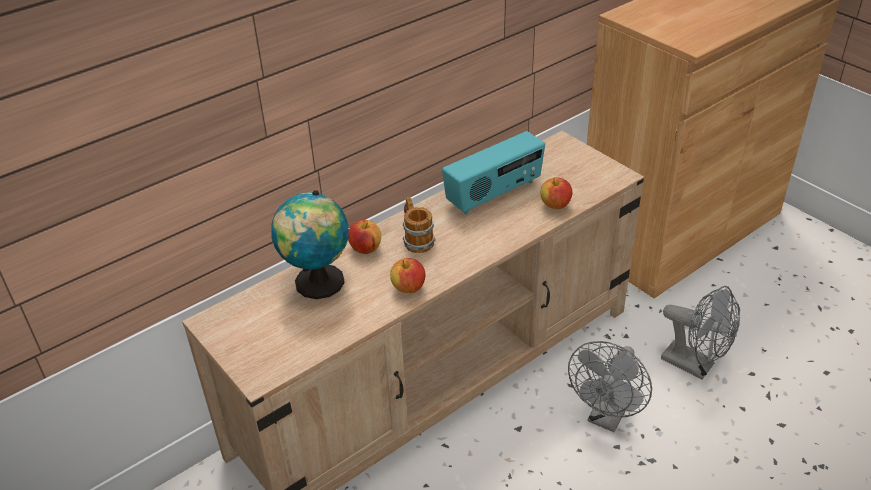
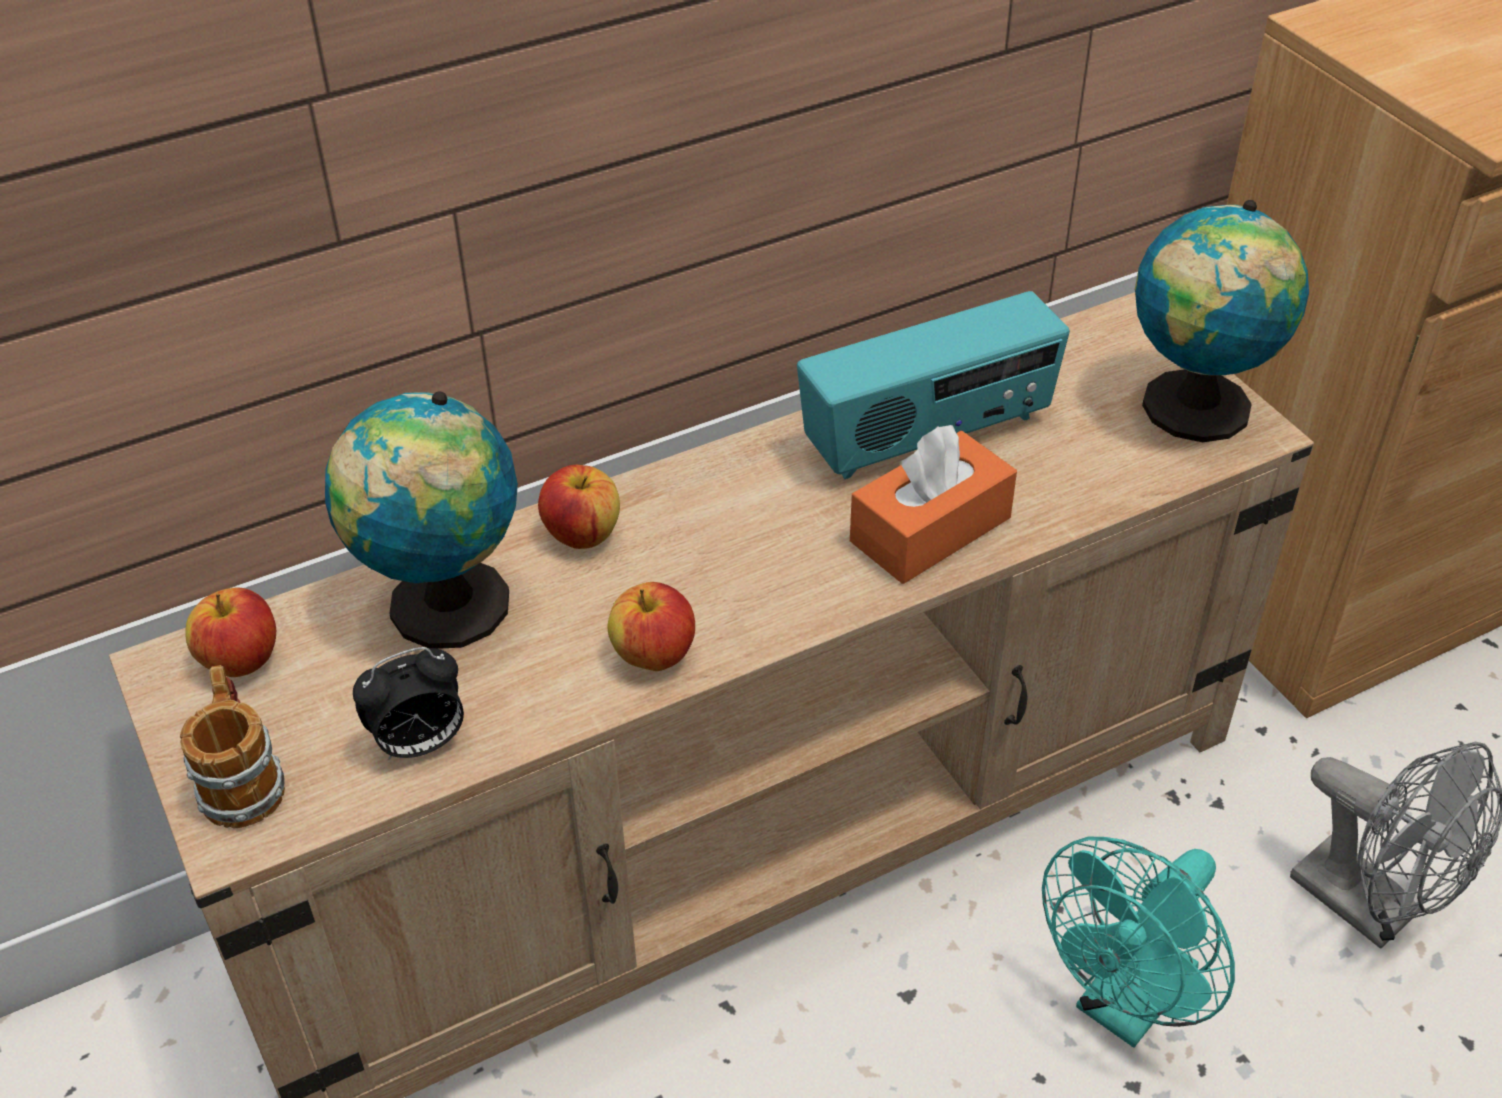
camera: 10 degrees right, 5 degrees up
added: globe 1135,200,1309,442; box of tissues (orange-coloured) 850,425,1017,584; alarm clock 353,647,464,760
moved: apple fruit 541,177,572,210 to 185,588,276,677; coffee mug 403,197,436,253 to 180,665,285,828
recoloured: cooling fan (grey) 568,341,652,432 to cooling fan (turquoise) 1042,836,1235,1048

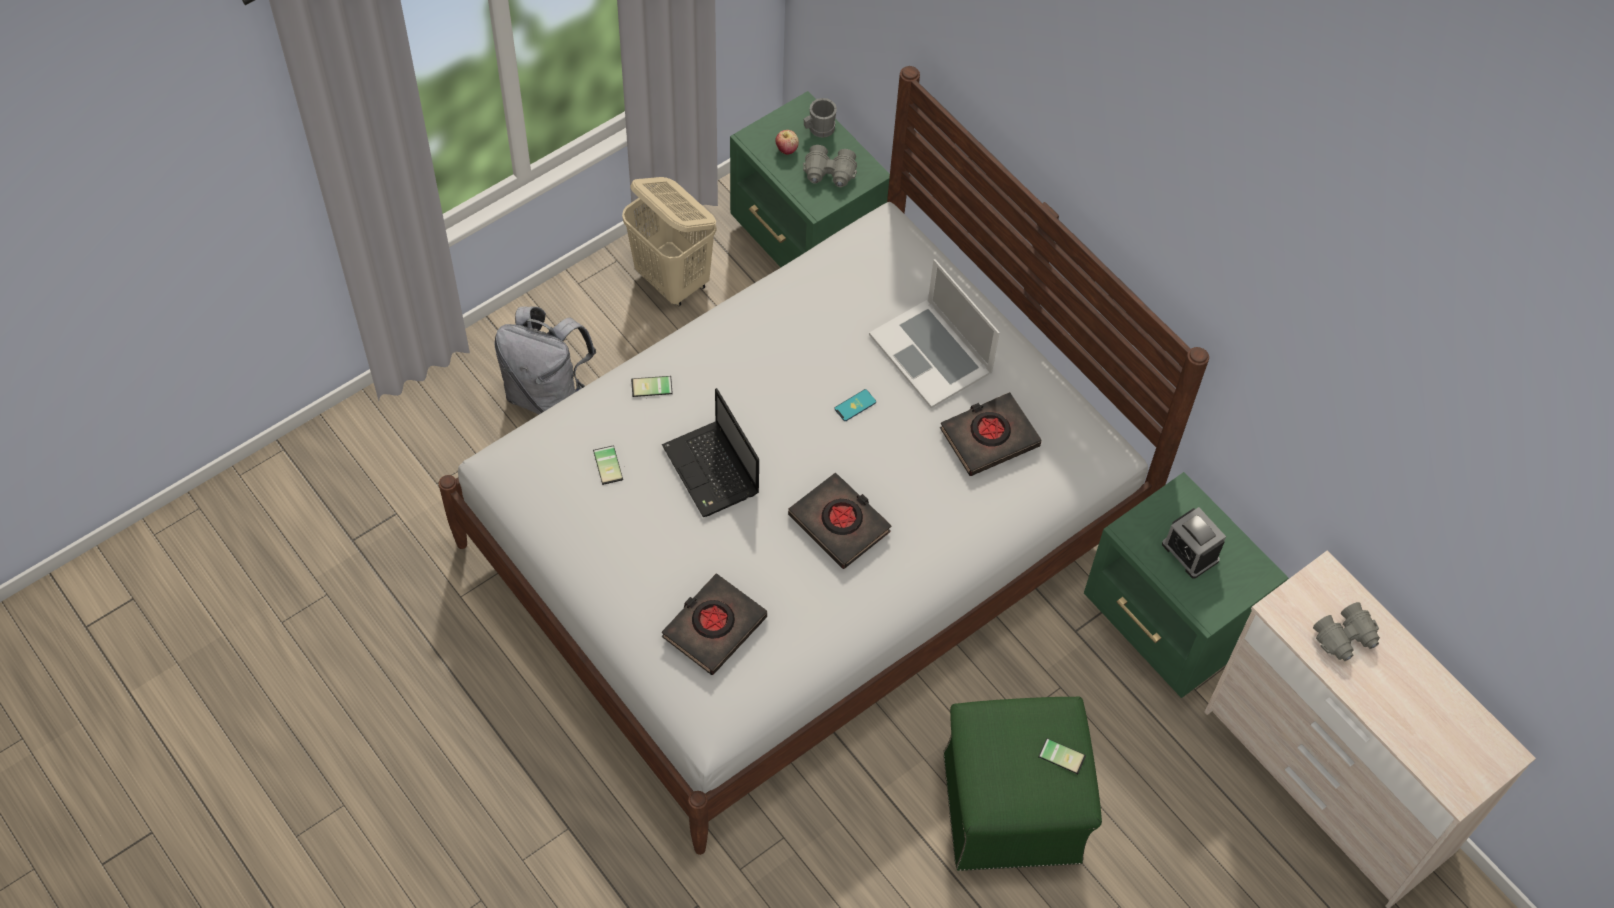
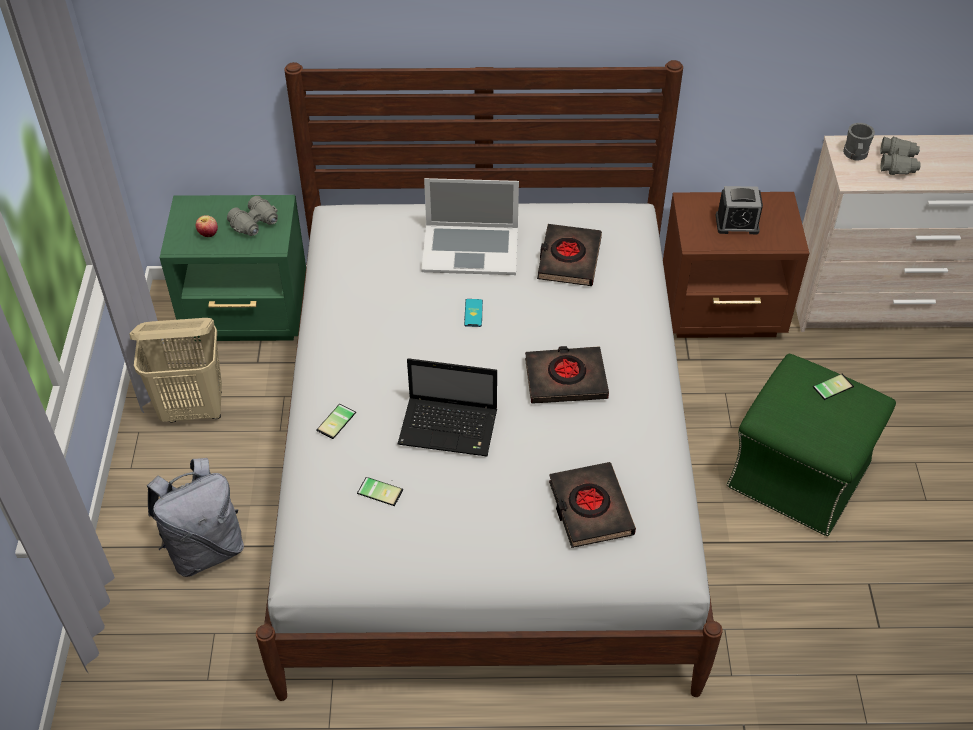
camera: 50 degrees left, 10 degrees down
moved: coffee mug (grey) 804,98,837,138 to 843,123,875,160
recoloured: night table (green) 1084,472,1288,698 to night table (brown-coloured) 663,192,809,338

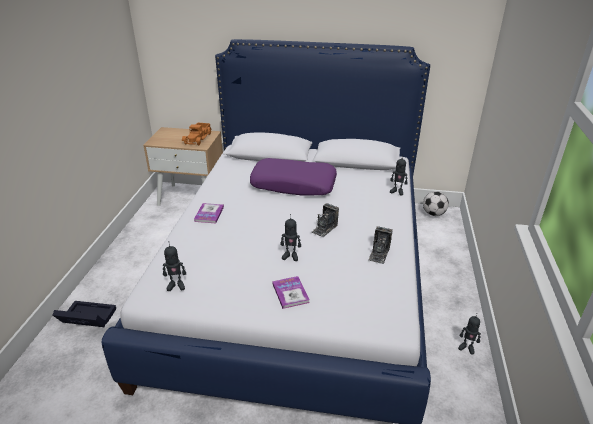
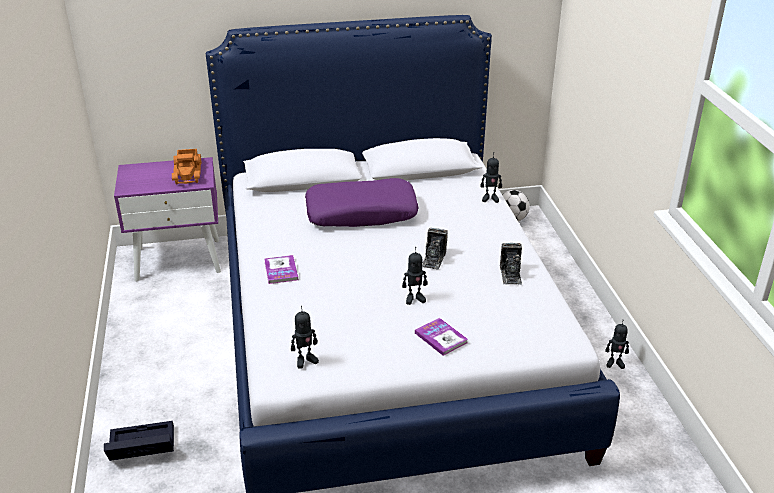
camera: 20 degrees left, 0 degrees up
recoloured: night table (beige-coloured) 143,127,223,206 to night table (purple) 114,157,221,281

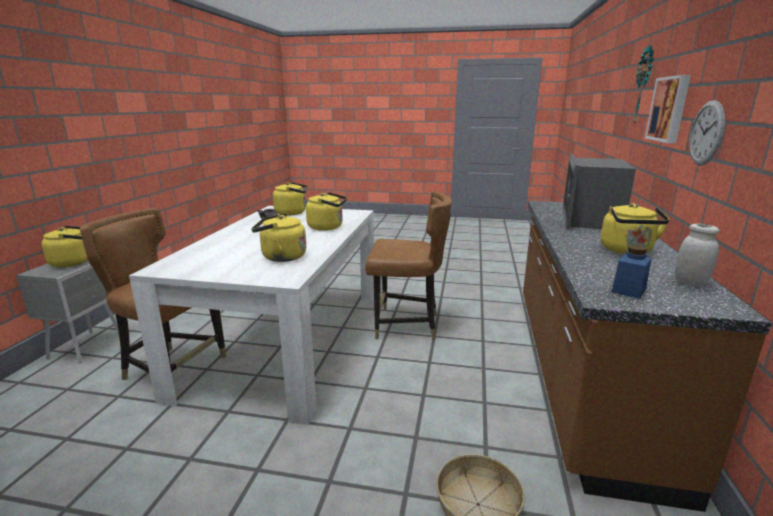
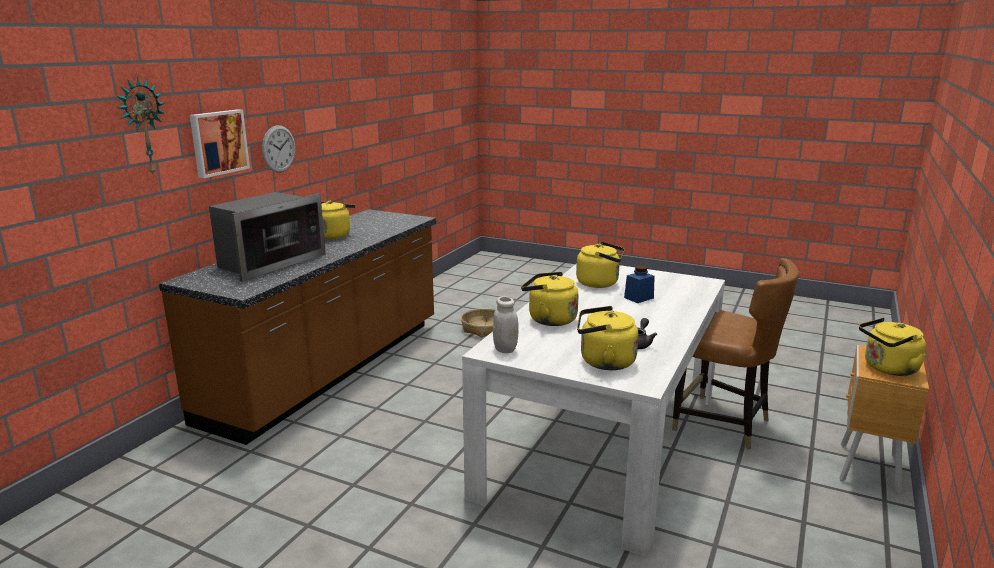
camera: 165 degrees left, 0 degrees up
removed: chair (brown-coloured) 365,191,452,339
moved: preserve jar (whitish) 675,224,719,287 to 493,296,519,353; preserve jar (blue-coloured) 612,245,652,299 to 624,265,655,303
recoloured: night table (grey) 16,260,119,363 to night table (brown-coloured) 839,345,929,495

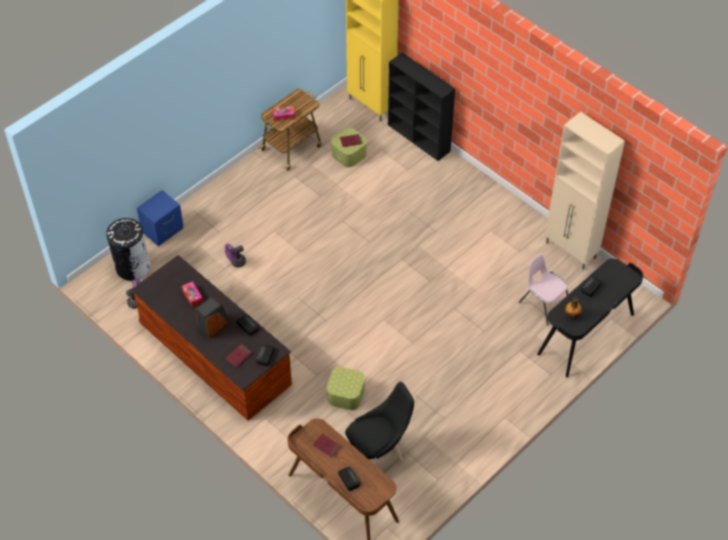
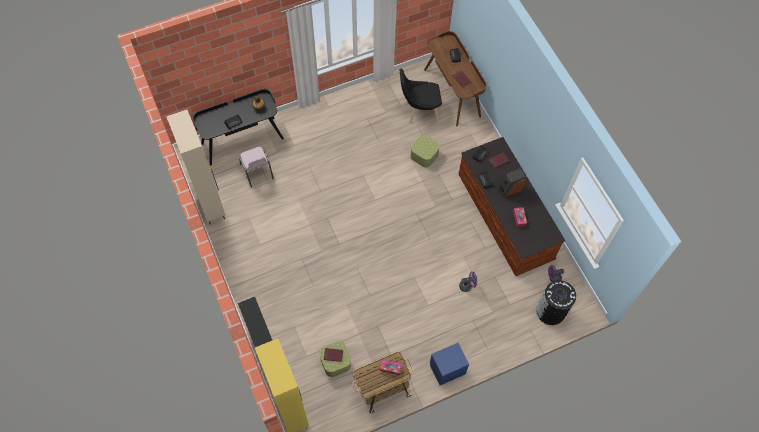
camera: 160 degrees left, 10 degrees up
moved: night table (blue-coloured) 137,190,183,246 to 430,343,469,385

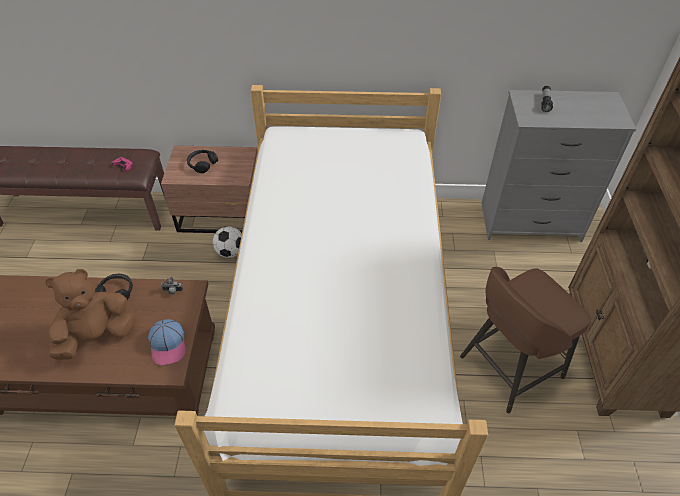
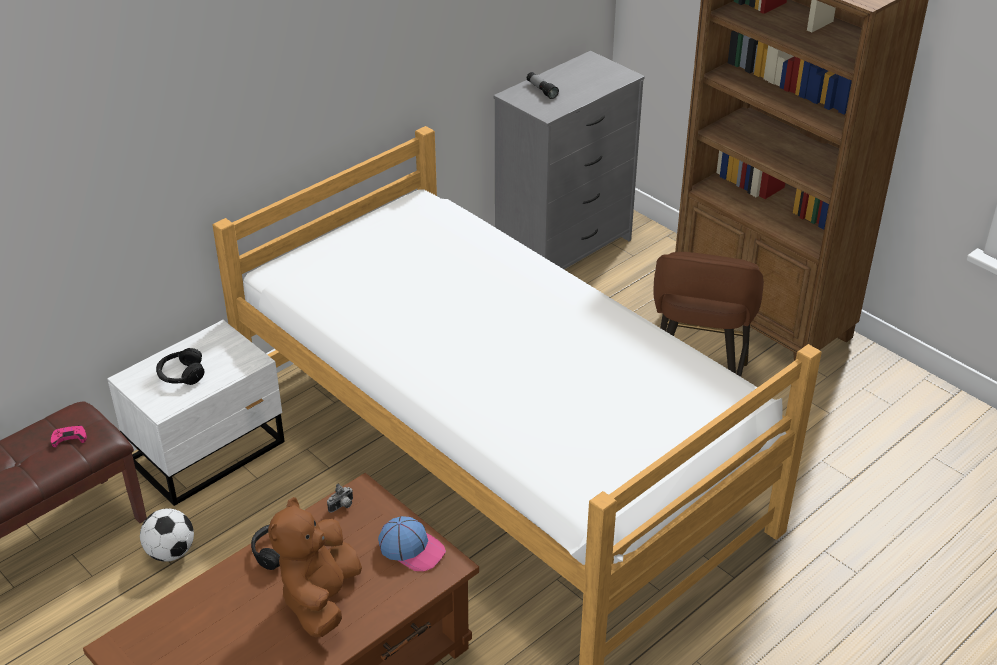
camera: 45 degrees left, 10 degrees down
moved: football 213,226,242,258 to 140,508,194,562
recoloured: night table (brown-coloured) 161,145,258,233 to night table (whitish) 107,320,285,506

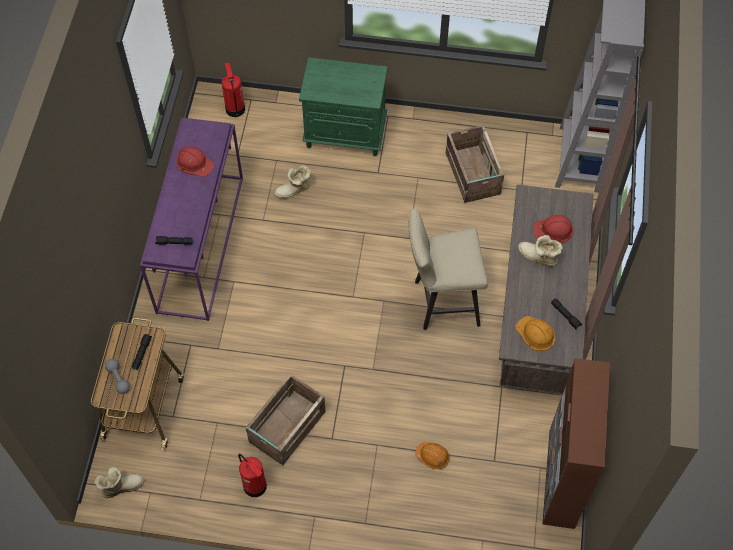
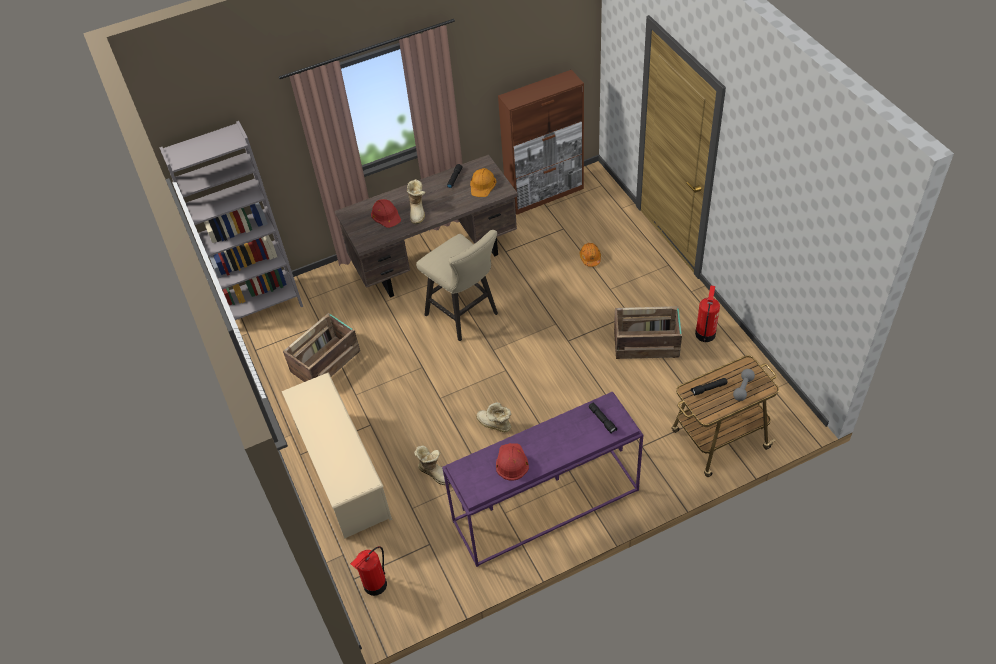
camera: 120 degrees left, 10 degrees down
moved: boot 94,467,144,498 to 476,402,512,432
replaced: night table (green) 299,57,388,156 to shoe rack (beige-coloured) 282,372,392,539

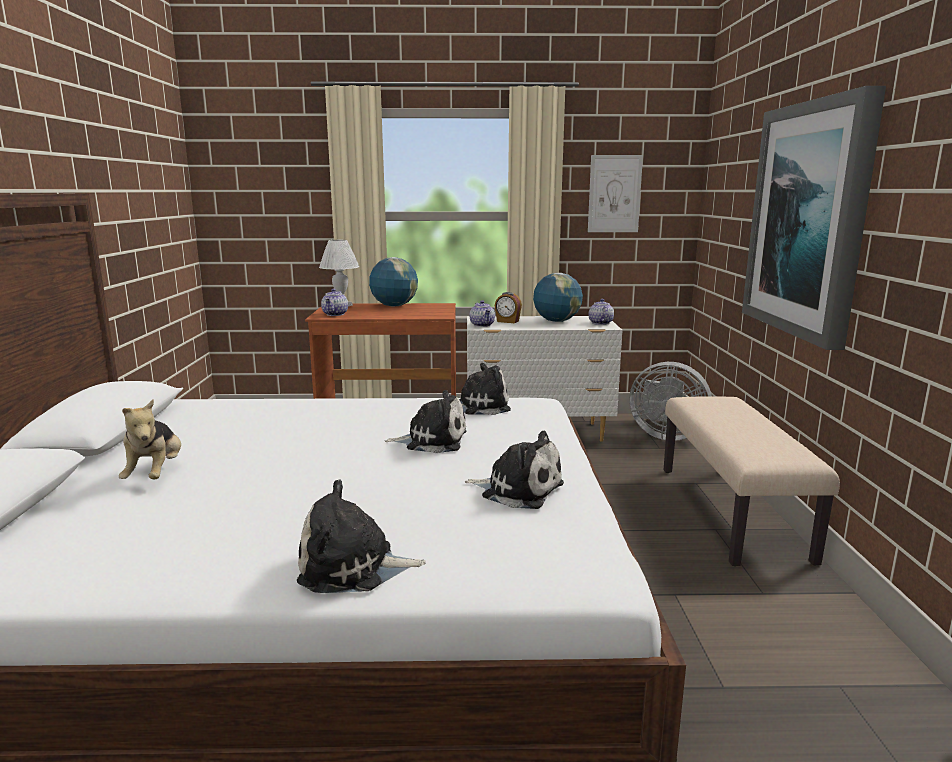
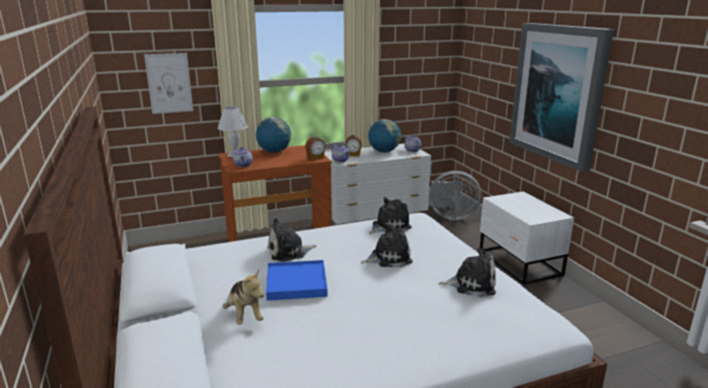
camera: 20 degrees left, 5 degrees up
added: alarm clock 305,137,326,161; carrying tray (blue-coloured) 266,260,328,301
moved: picture 588,155,643,232 to 144,53,193,114; plush toy 297,479,426,593 to 267,218,316,262
replaced: indoor bench (beige-coloured) 664,396,840,566 to night table (whitish) 480,191,574,285

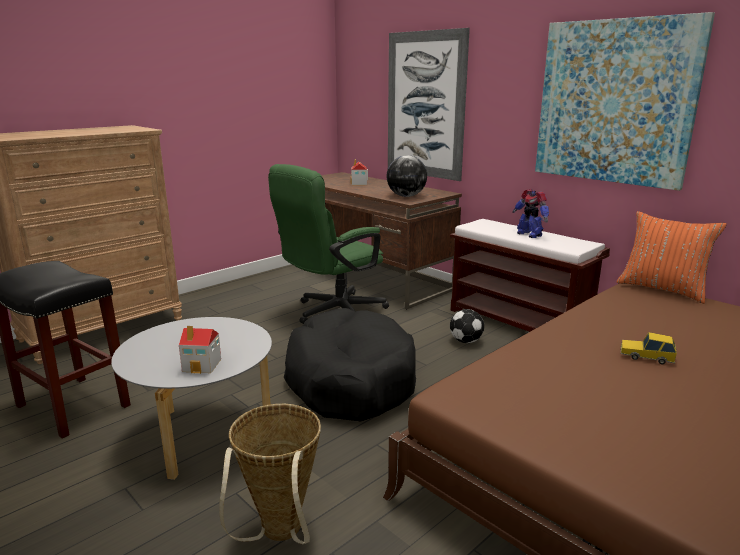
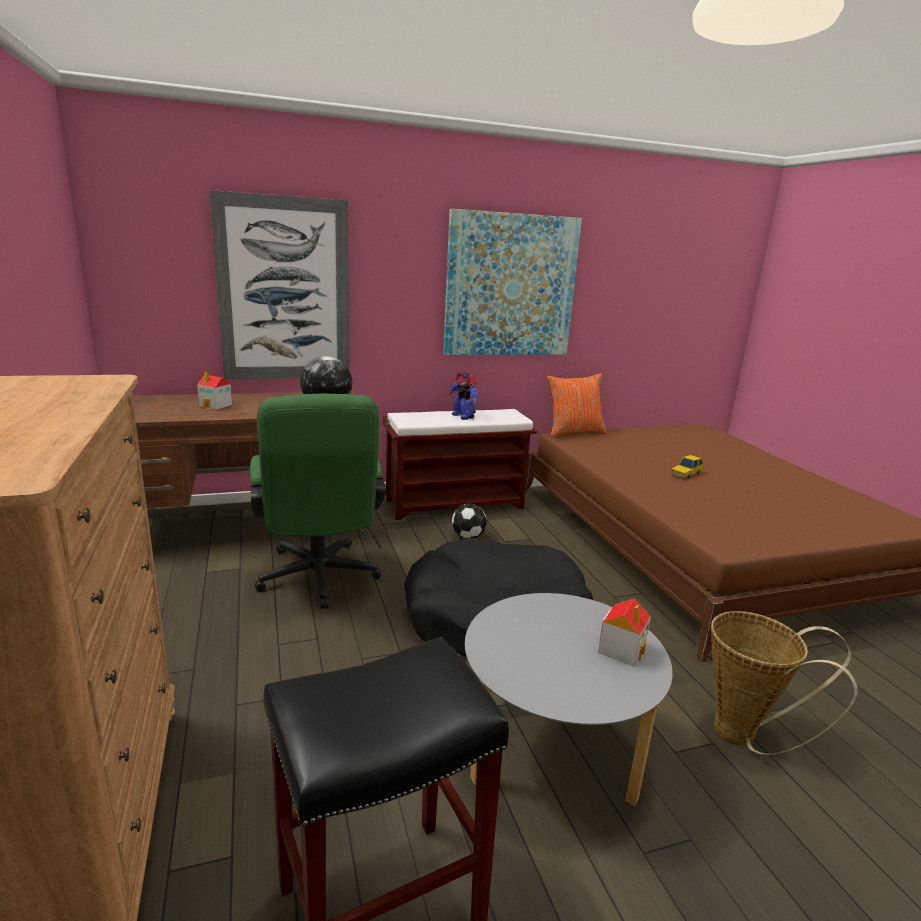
camera: 65 degrees left, 0 degrees up
turned: toy robot 512,189,549,238 = 449,372,478,420 60 degrees clockwise

